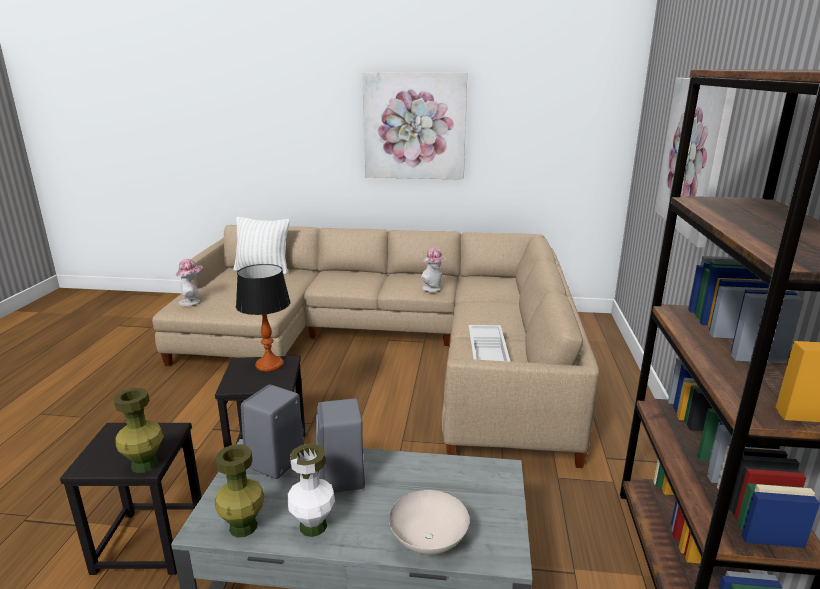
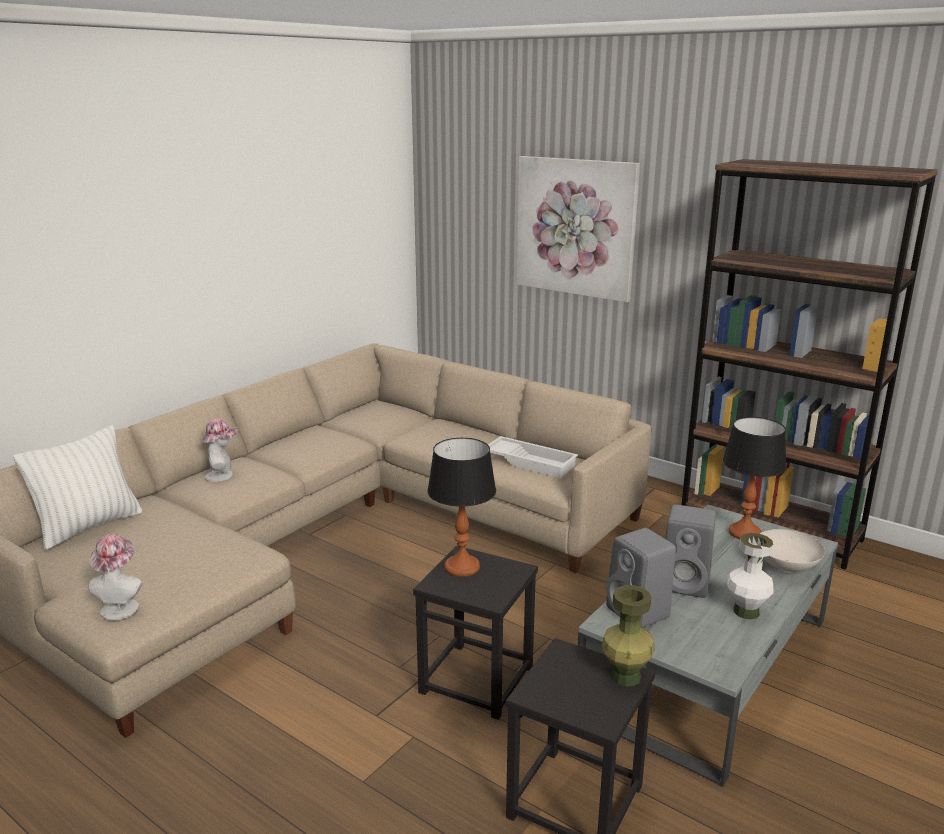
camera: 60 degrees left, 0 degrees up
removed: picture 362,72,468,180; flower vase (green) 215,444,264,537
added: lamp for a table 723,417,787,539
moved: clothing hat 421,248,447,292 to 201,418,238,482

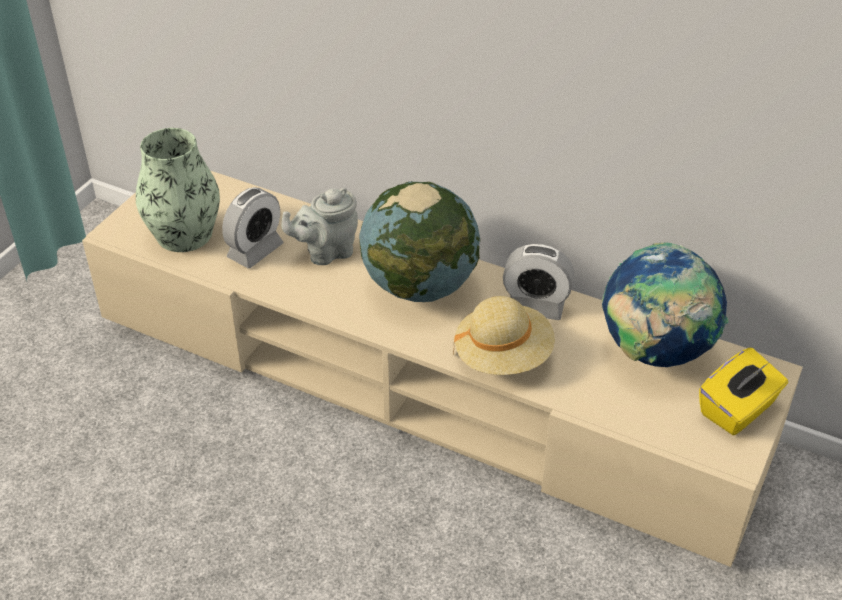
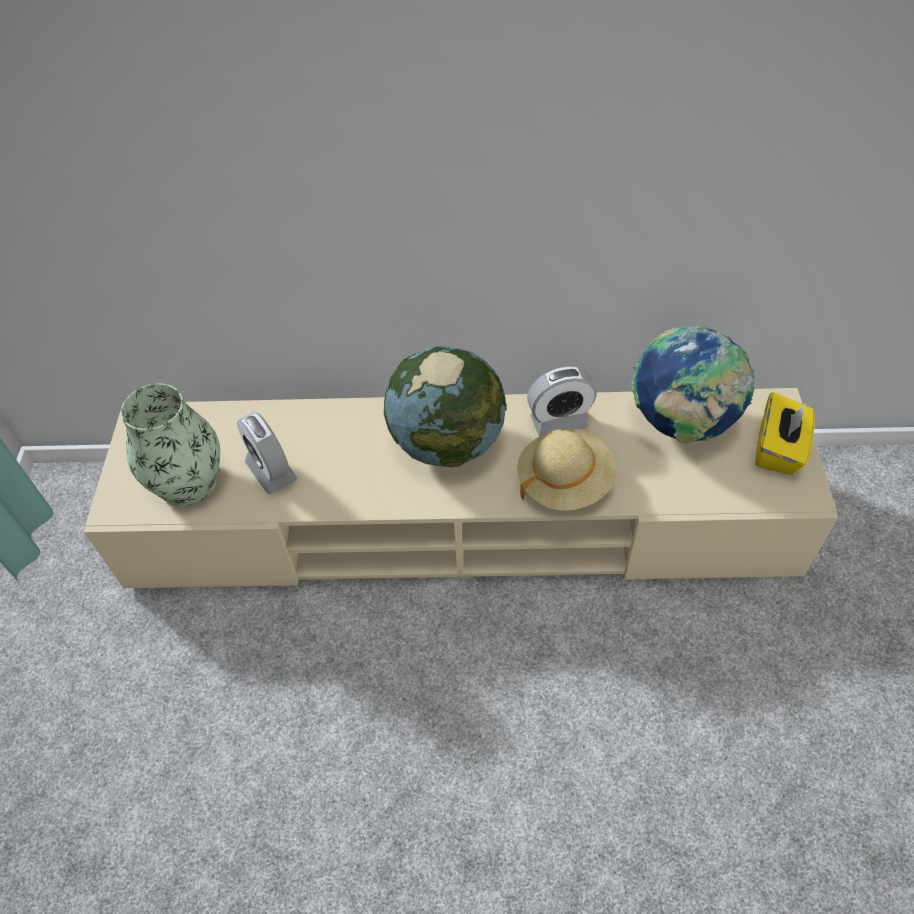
camera: 25 degrees left, 10 degrees up
removed: pot for tea (grey) 281,188,358,265
turned: alarm clock 222,187,283,268 = 237,412,297,494 135 degrees clockwise

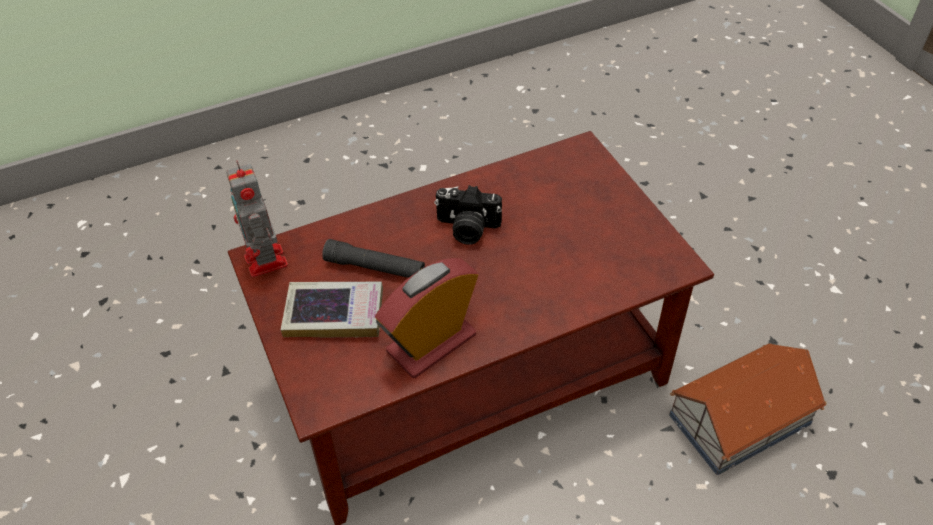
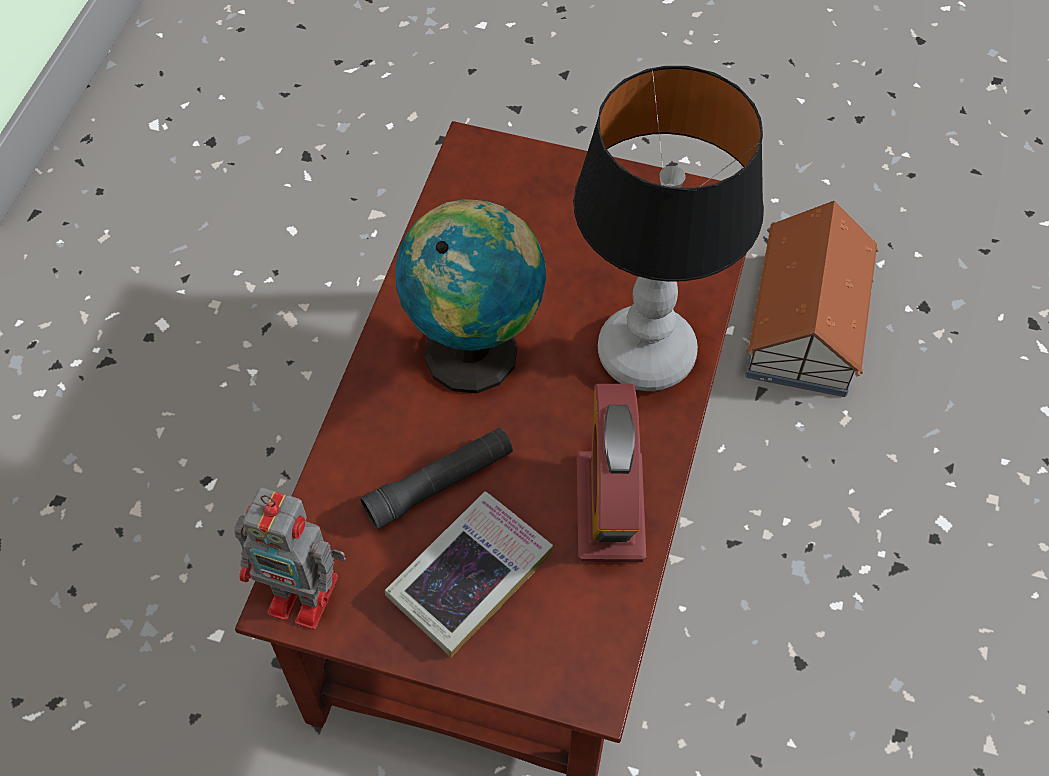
camera: 50 degrees left, 10 degrees up
added: lamp for a table 573,66,764,391
replaced: still camera 434,185,502,245 to globe 396,200,546,393

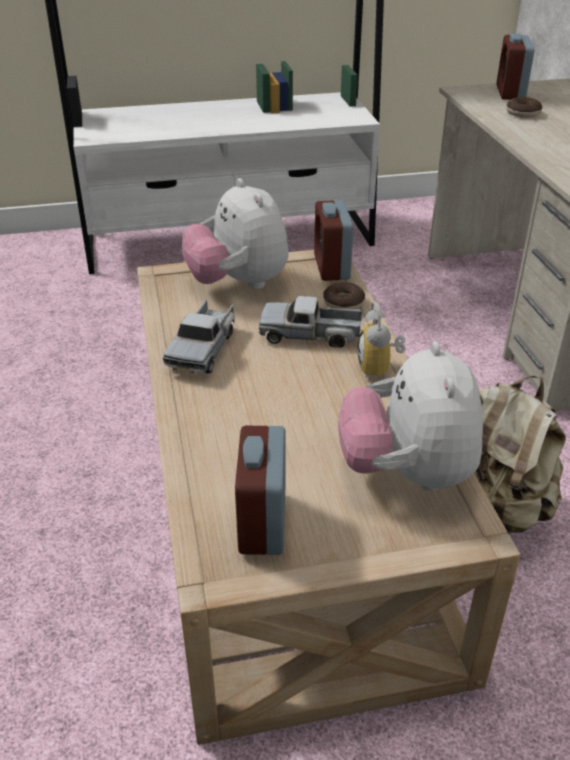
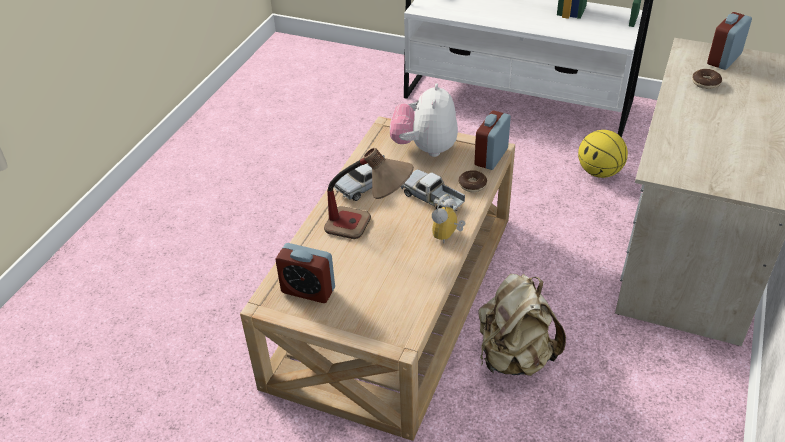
camera: 35 degrees right, 5 degrees up
removed: plush toy 338,341,483,491
added: ball for basketball 578,130,628,178; lamp for a table 324,148,414,239
turned: alarm clock 235,426,285,555 = 276,243,335,303 105 degrees counterclockwise

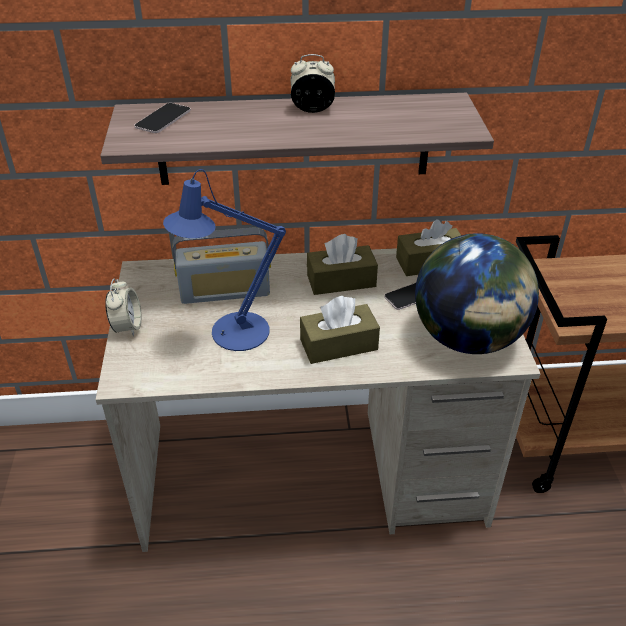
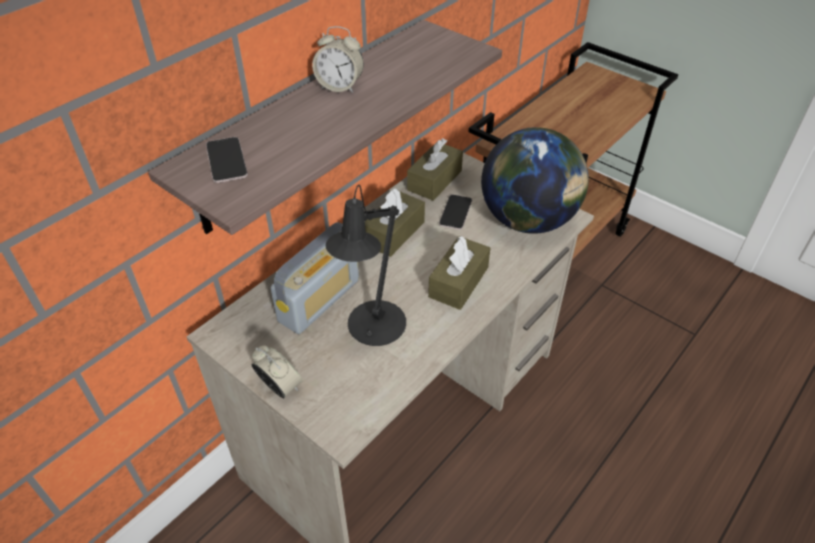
camera: 45 degrees left, 5 degrees up
recoloured: lamp for a table (blue-coloured) 163,169,286,351 to lamp for a table (black) 326,185,406,346
turned: alarm clock 290,54,335,113 = 312,26,364,93 120 degrees counterclockwise

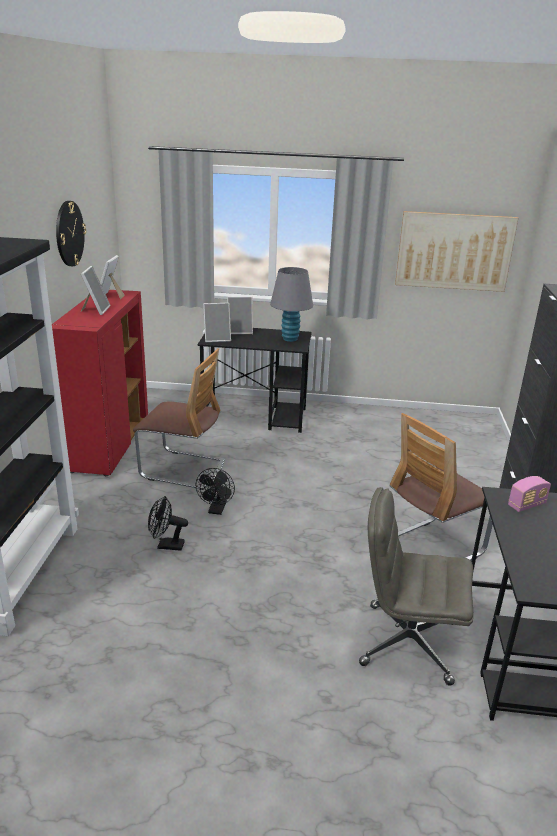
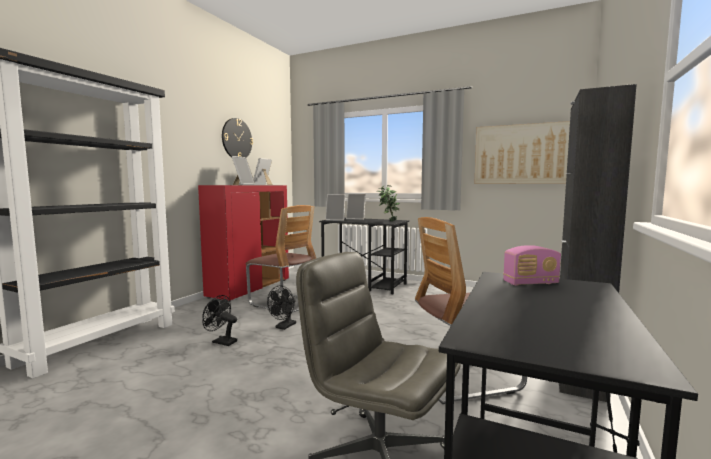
camera: 20 degrees right, 20 degrees down
replaced: lamp for a table (grey) 270,267,313,342 to plant in a pot 377,185,400,221

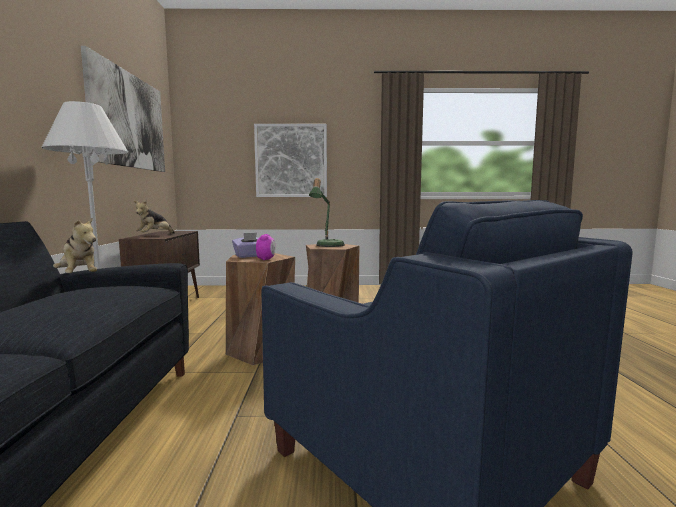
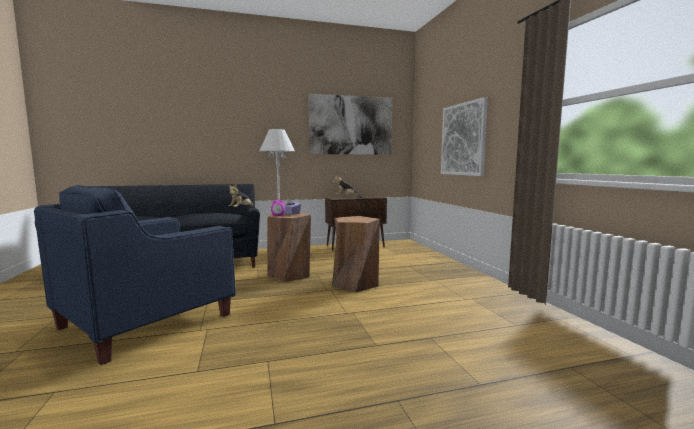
camera: 75 degrees right, 0 degrees up
removed: lamp for a table 309,178,345,247

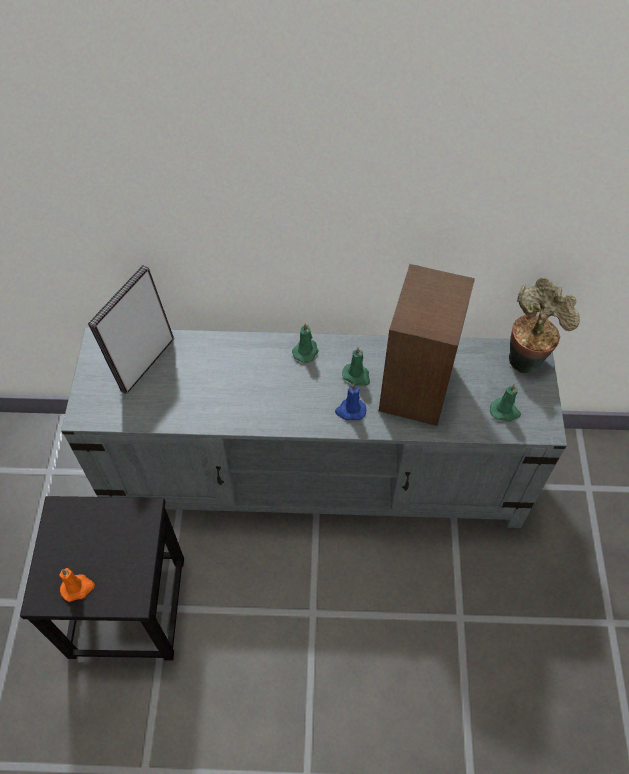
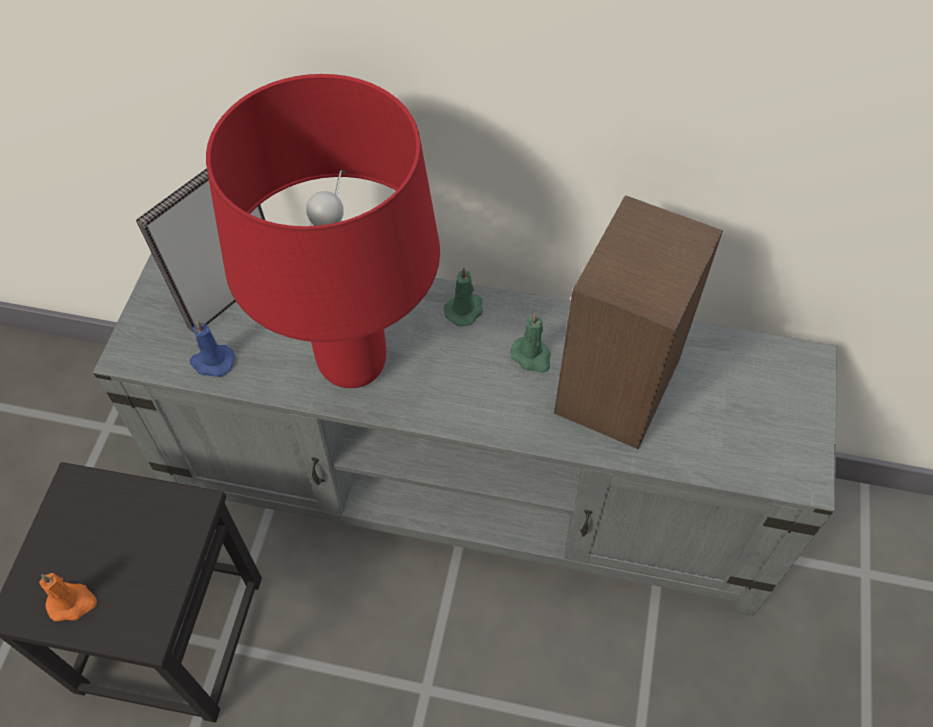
camera: 10 degrees right, 0 degrees up
removed: plant in a pot 509,277,580,373; wax candle (green) 490,384,521,422
added: lamp for a table (reddish) 206,74,440,388
moved: wax candle (blue-coloured) 335,384,366,421 to 190,320,235,377

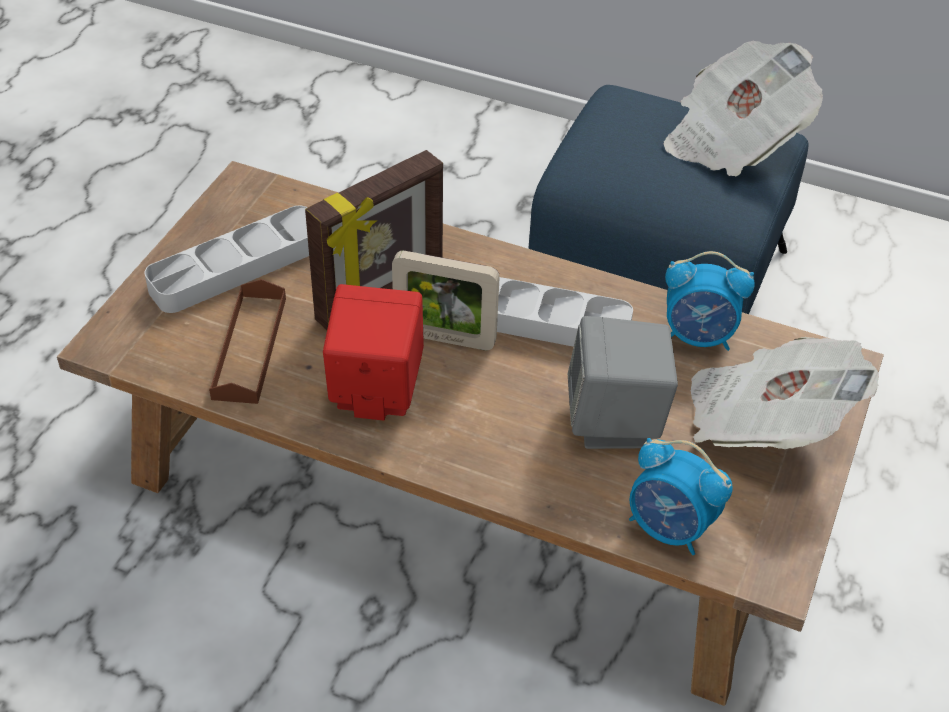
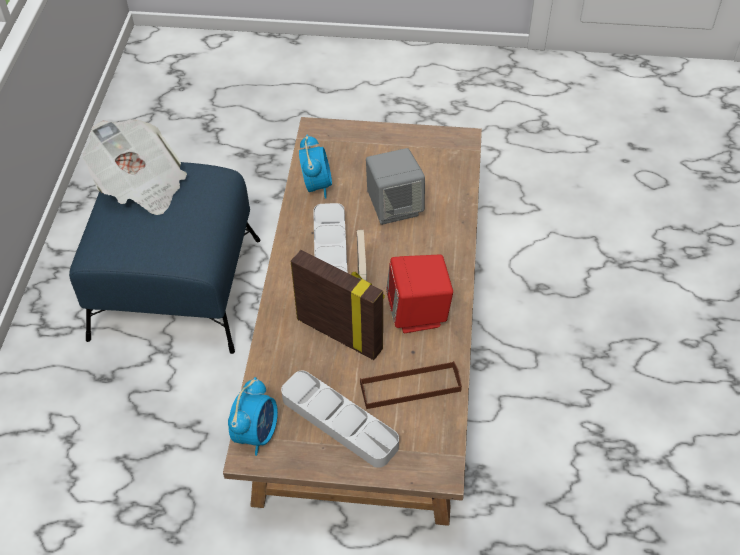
camera: 105 degrees left, 5 degrees up
removed: newspaper 691,337,879,449
moved: alarm clock 629,438,733,555 to 228,377,278,456

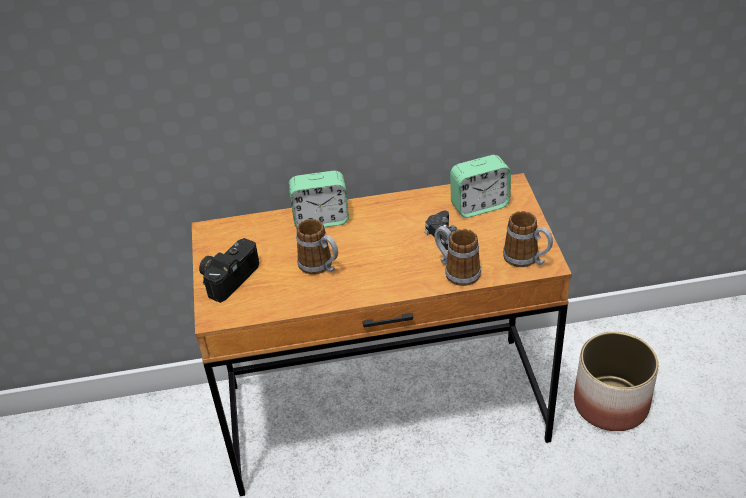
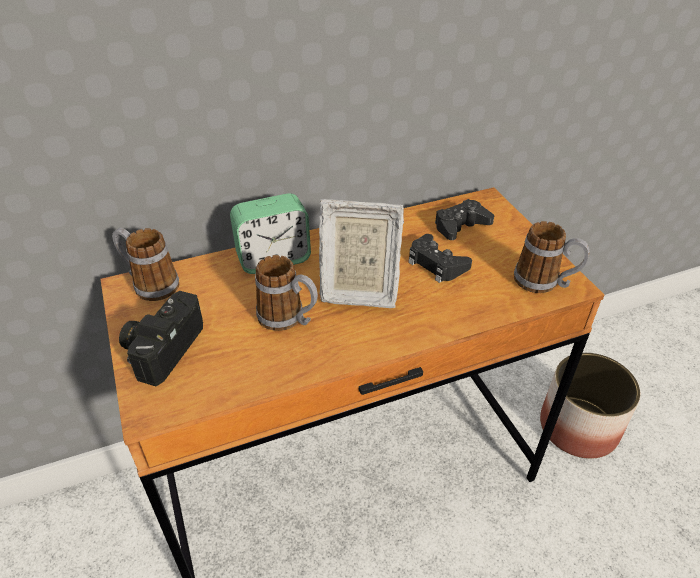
camera: 15 degrees left, 0 degrees up
added: standing frame 319,199,404,308
moved: coffee mug 435,226,481,286 to 112,228,179,301
replaced: alarm clock 450,155,511,218 to gamepad (black) 435,199,494,240

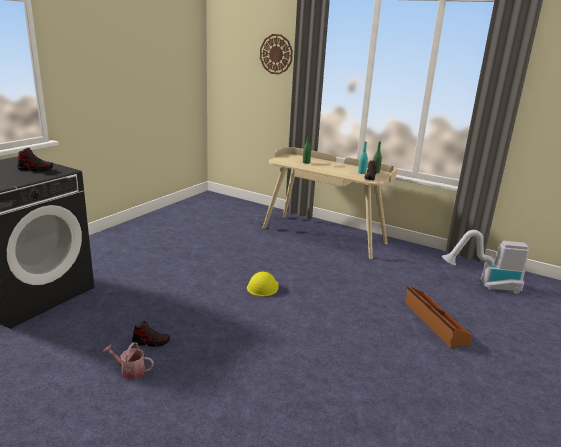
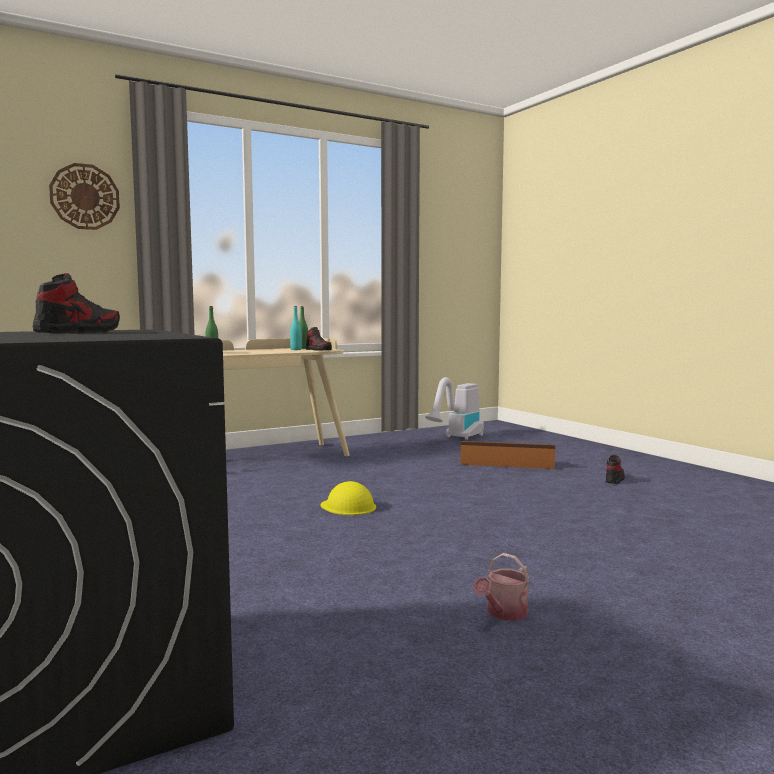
camera: 60 degrees left, 15 degrees down
moved: shoe 132,321,170,347 to 606,455,625,484

